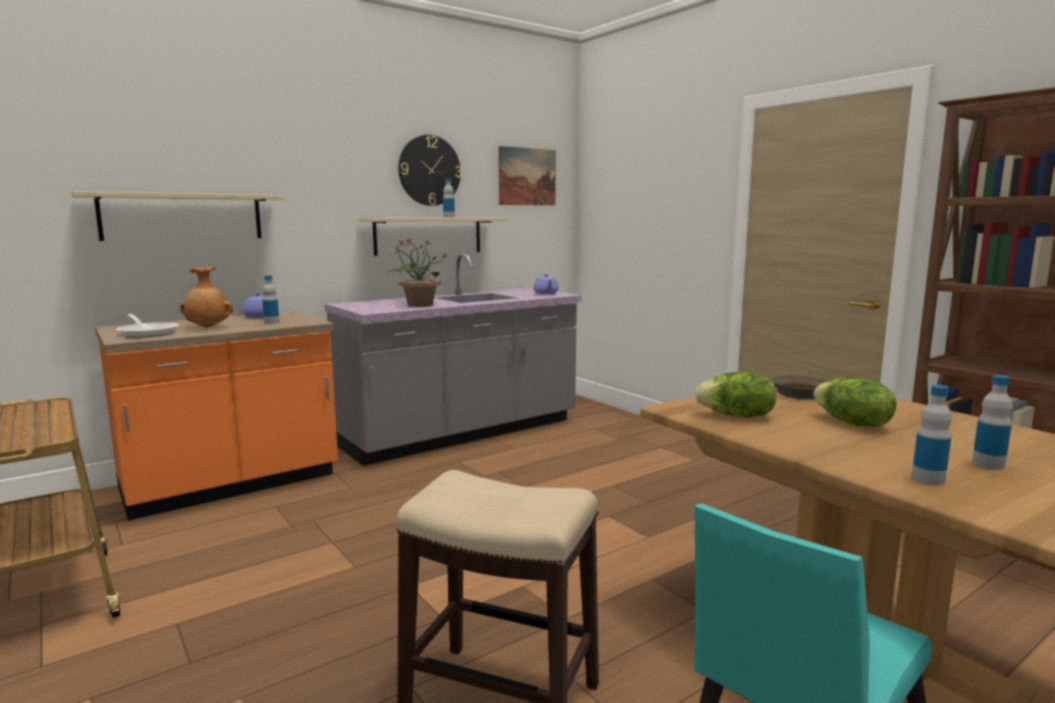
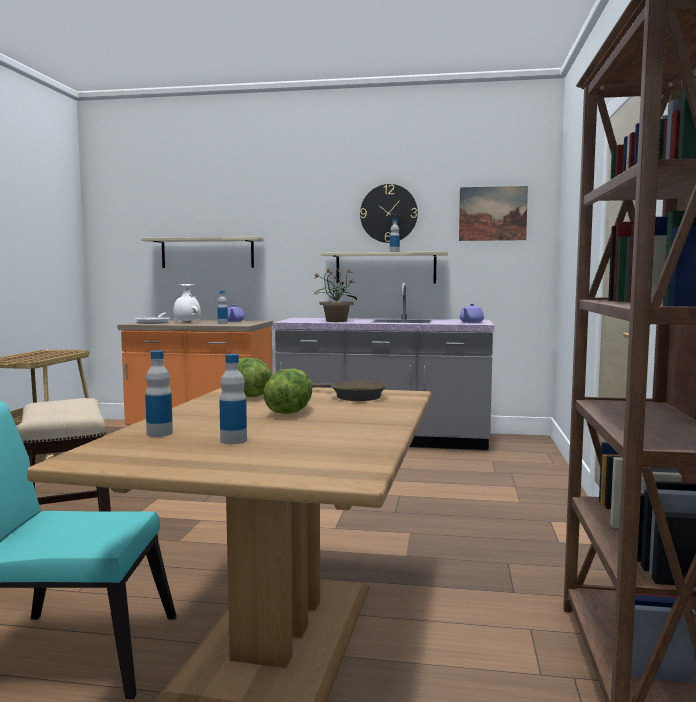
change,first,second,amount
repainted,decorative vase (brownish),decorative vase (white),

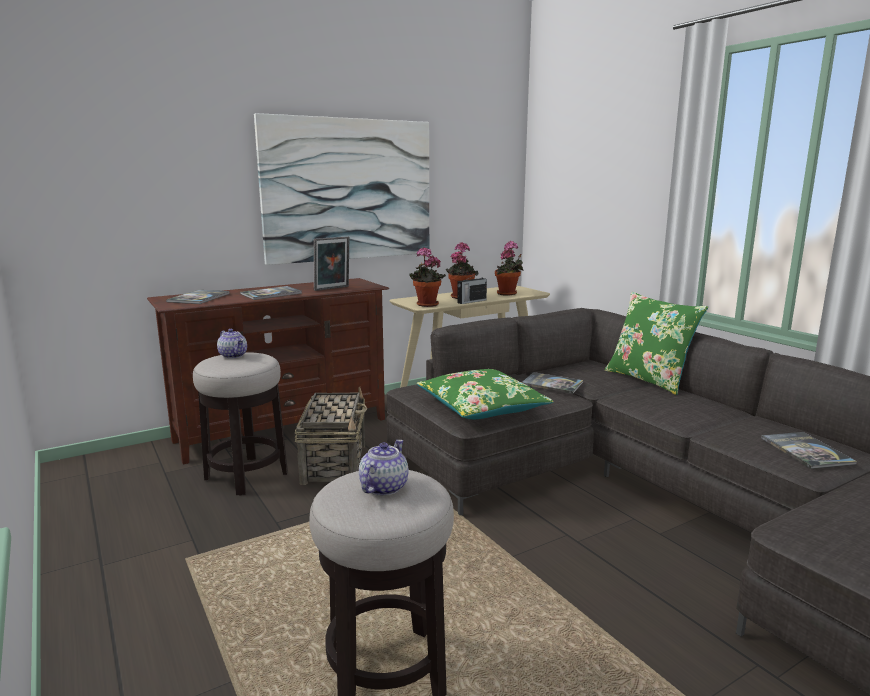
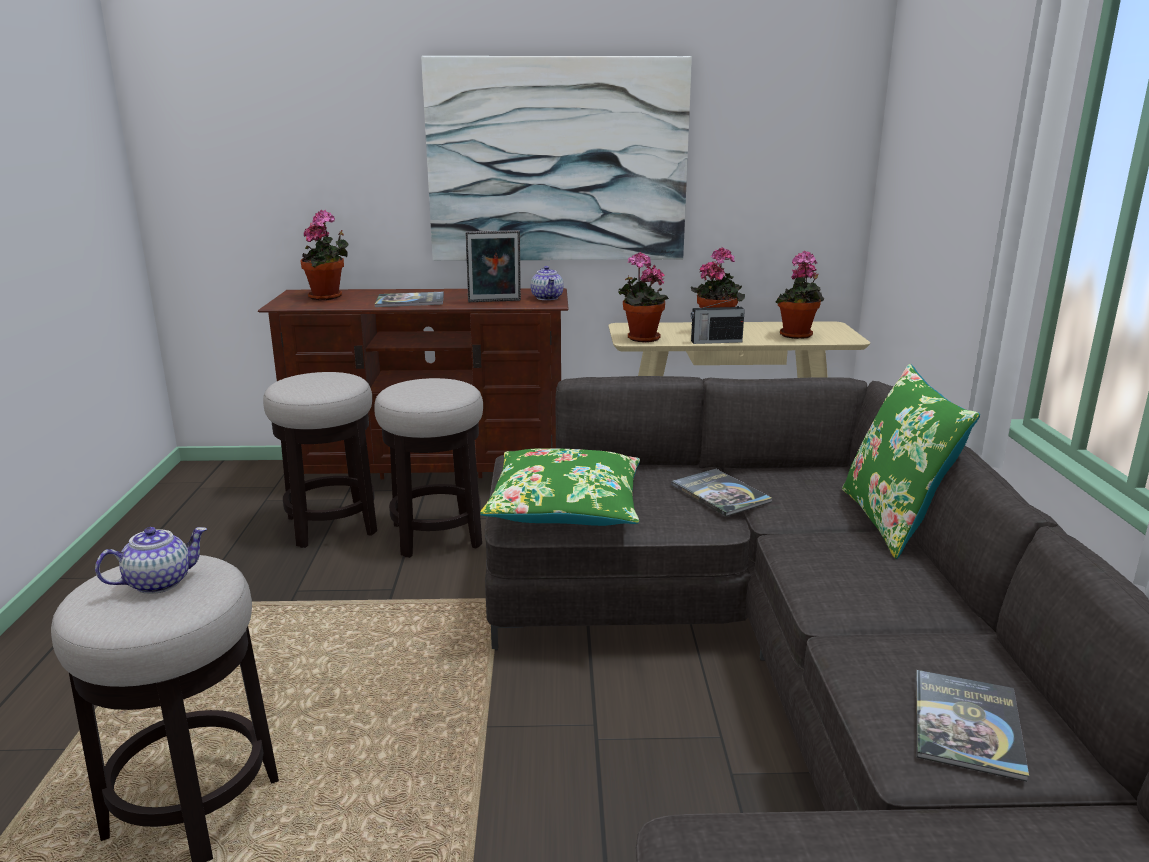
change,first,second,amount
swapped,book (no. 1 from left),plant in a pot (no. 1 from left),
shifted,tea pot (no. 1 from left in the first image),tea pot (no. 2 from left),
swapped,basket,stool seat (no. 3 from left),

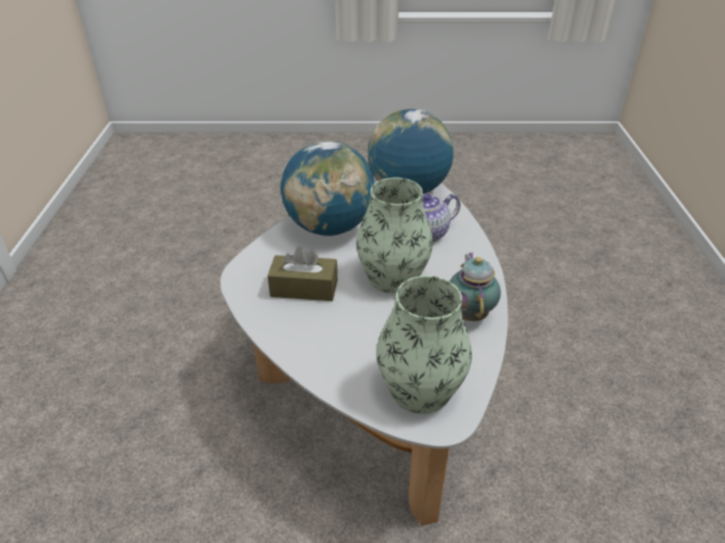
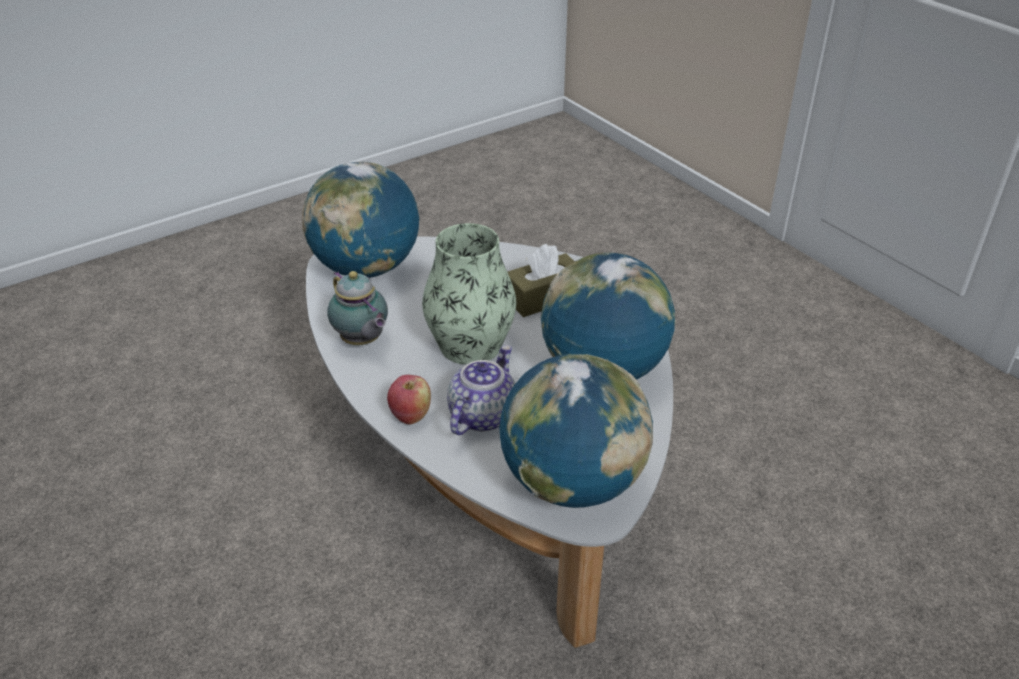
change,first,second,amount
swapped,decorative vase (no. 2 from left),globe (no. 1 from left),
new,,apple,

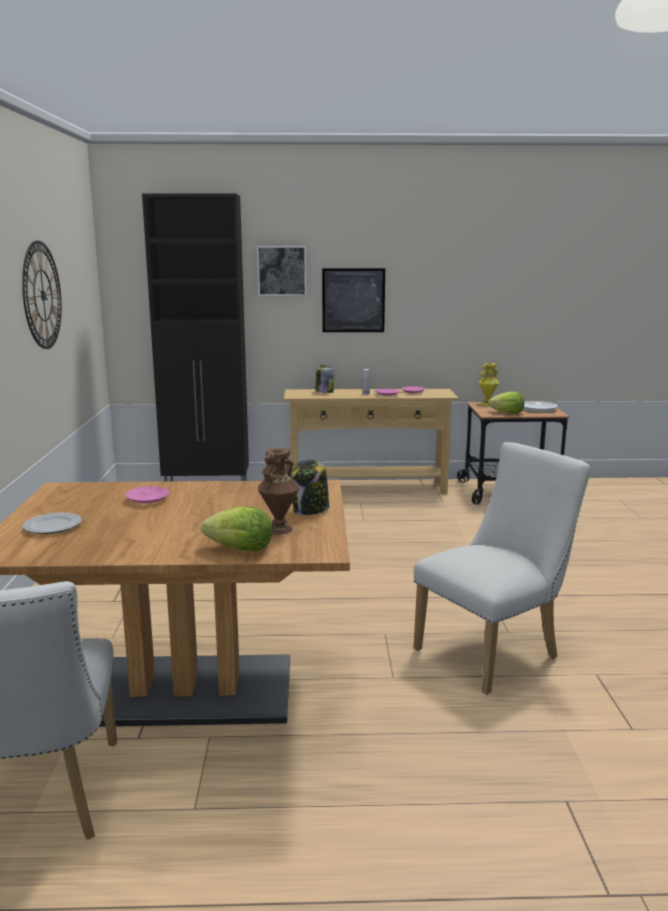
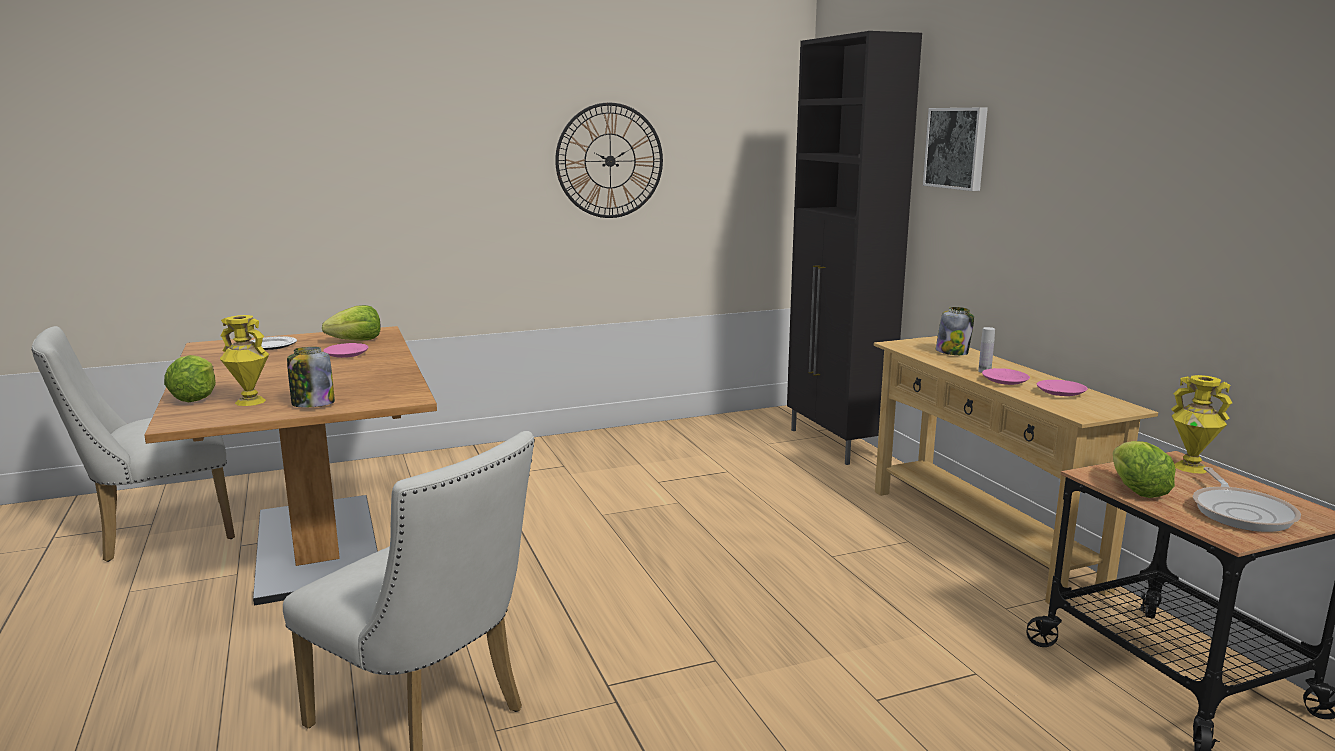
change,first,second,amount
gone,picture (no. 2 from left),,
repainted,decorative vase (brownish),decorative vase (yellowish) (no. 1 from left),
new,,lettuce (no. 2 from left),

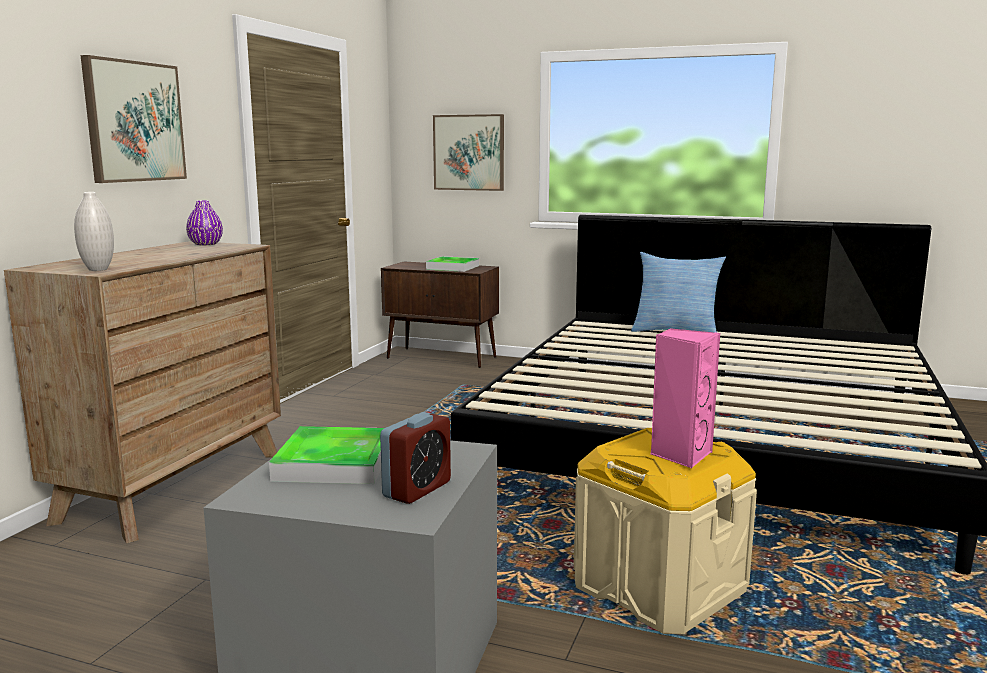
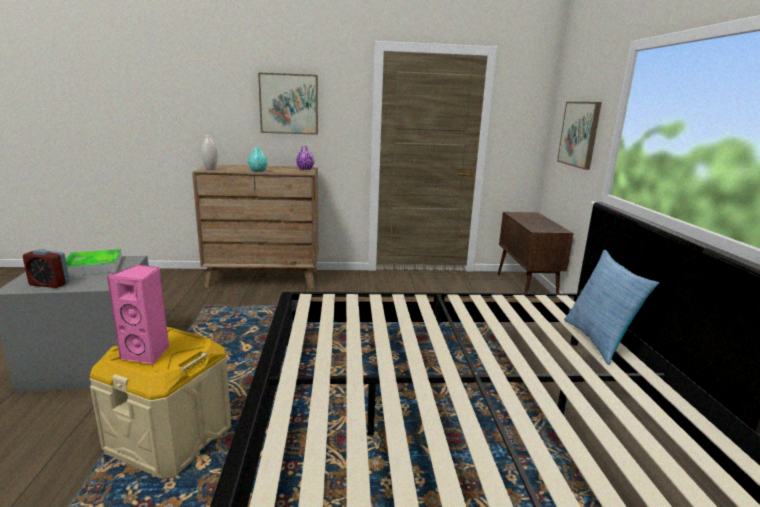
change,first,second,amount
gone,serving tray (no. 2 from left),,
new,,decorative vase (turquoise),

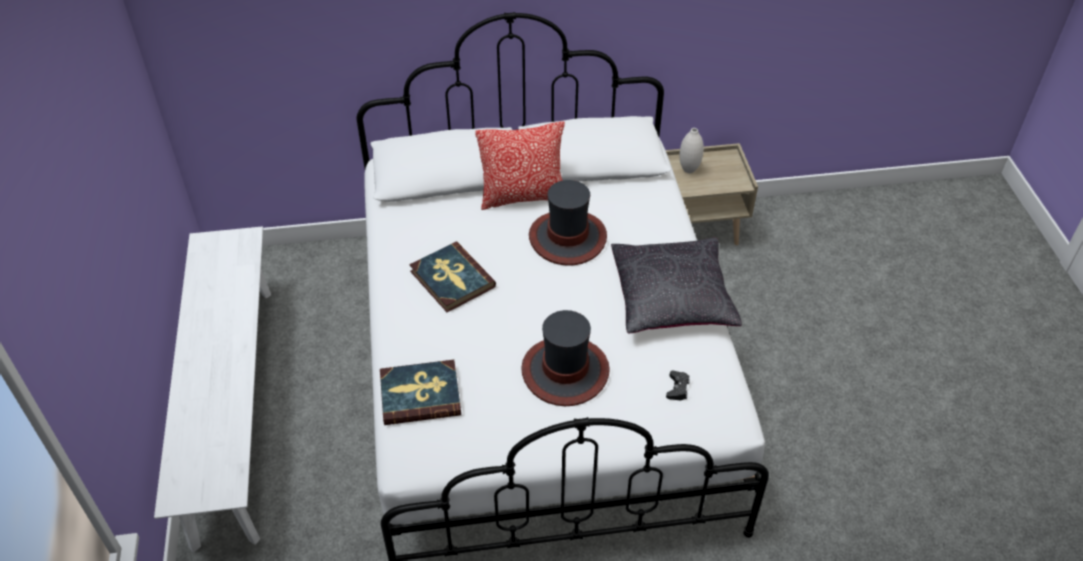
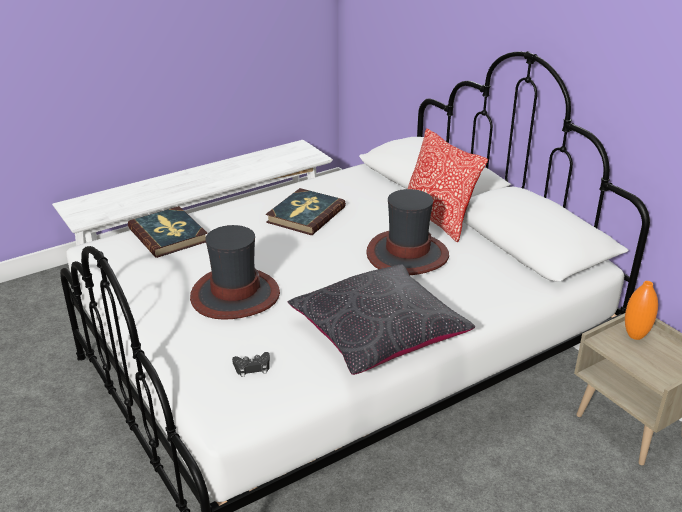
change,first,second,amount
repainted,decorative vase (white),decorative vase (orange-coloured),

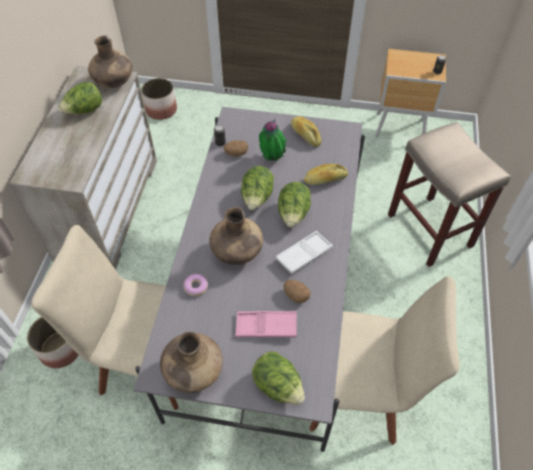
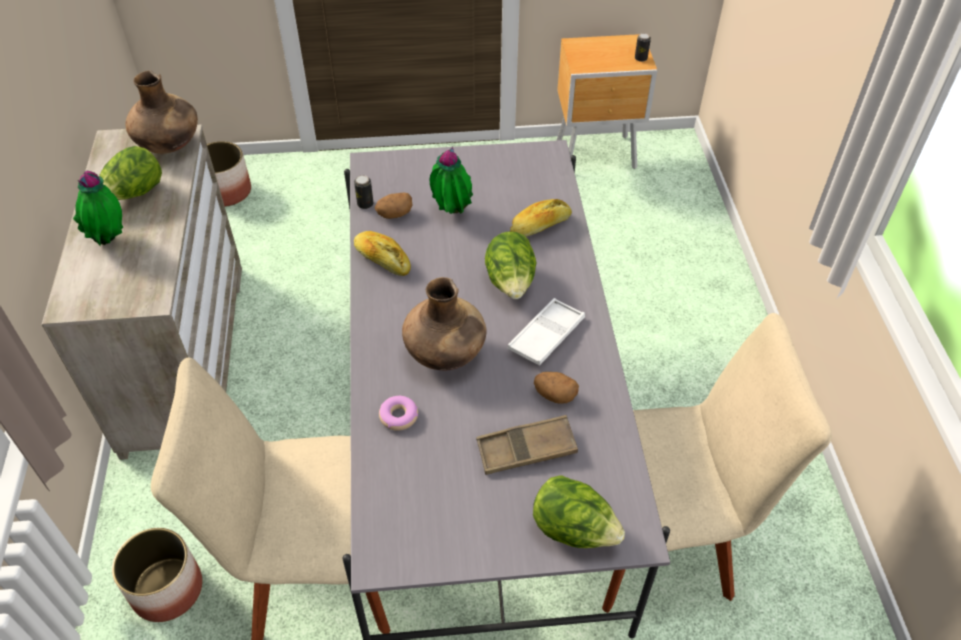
change,first,second,amount
shifted,baked bread (no. 1 from left),,
gone,stool seat (beige-coloured),,
gone,lettuce (no. 2 from left),,
repainted,serving tray (pink),serving tray (brownish),
gone,decorative vase (brownish) (no. 2 from left),,
new,,plant in a pot (no. 1 from left),

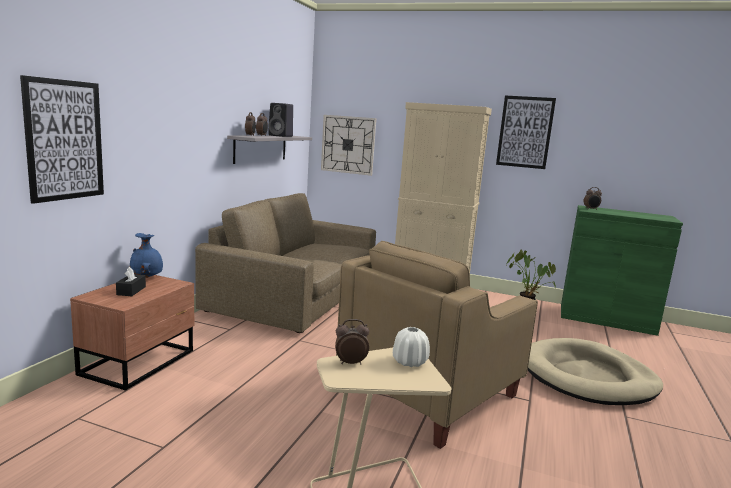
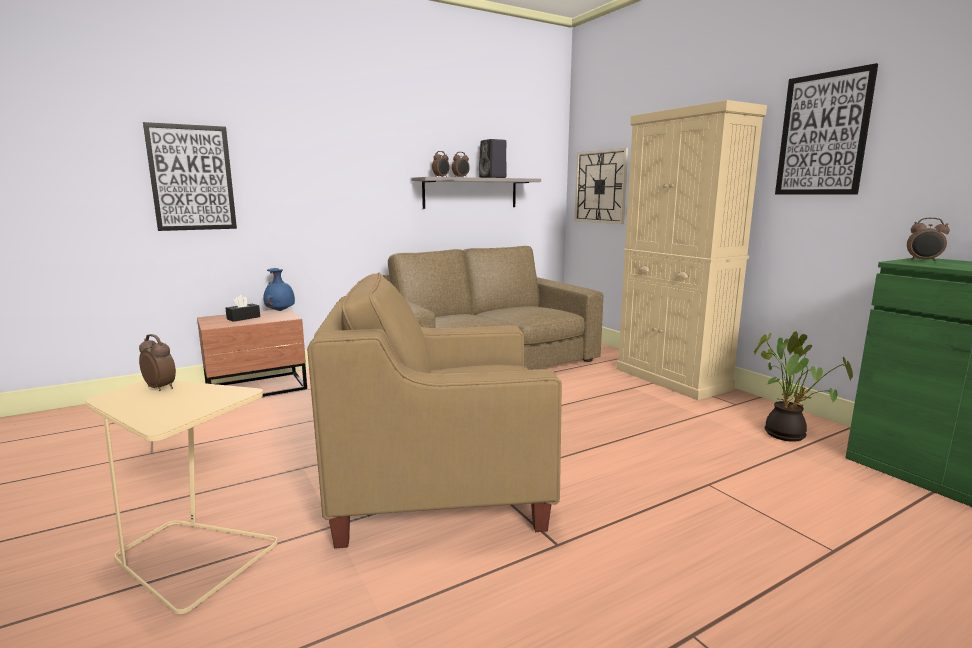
change,first,second,amount
gone,decorative vase (white),,
gone,dog bed (beige-coloured),,

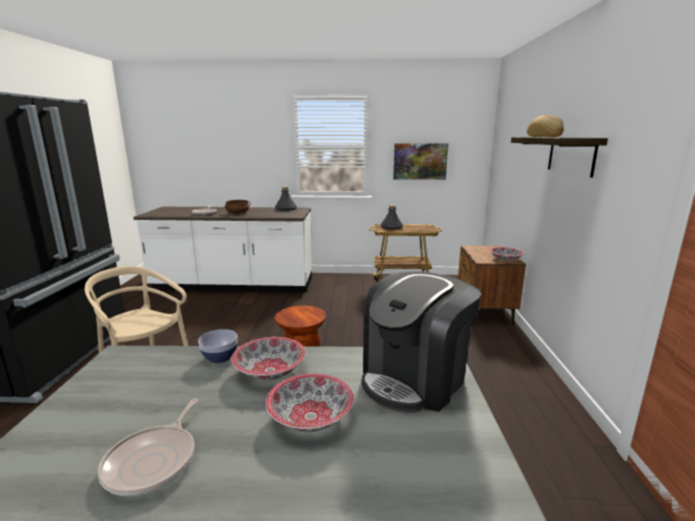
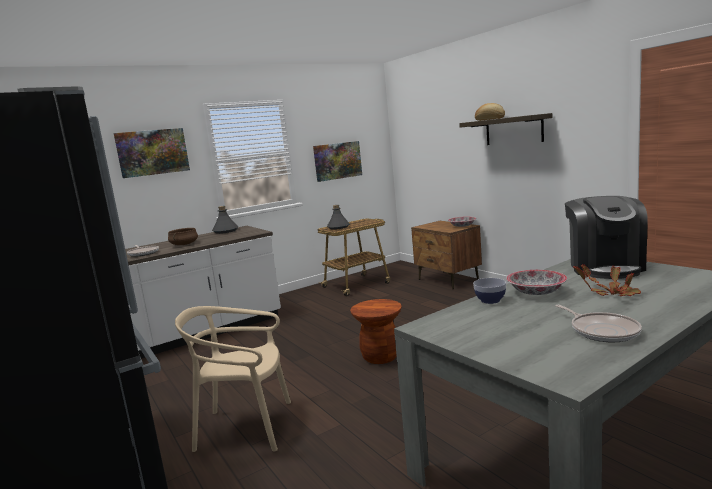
change,first,second,amount
swapped,deep dish (no. 3 from left),plant in a pot,
new,,picture (no. 1 from left),

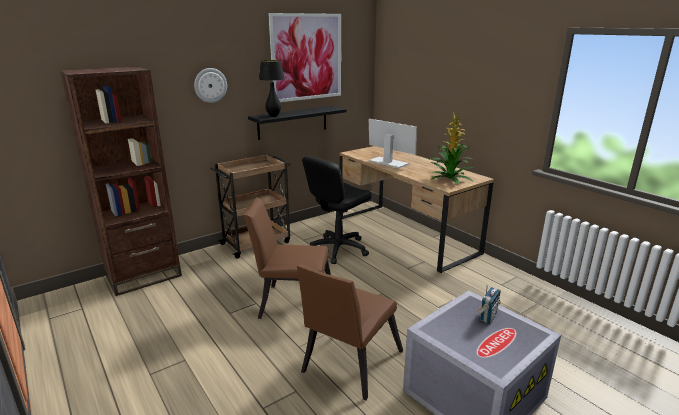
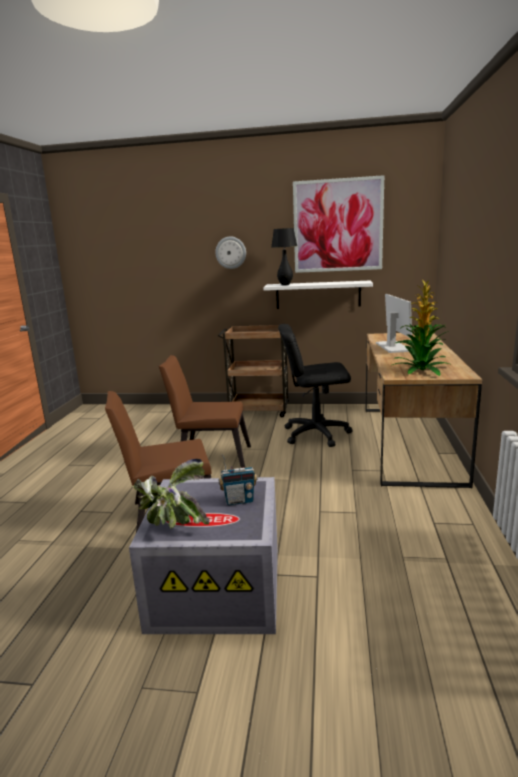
change,first,second,amount
gone,bookshelf (brownish),,
repainted,bracket shelf (black),bracket shelf (white),
rotated,upright chair (brownish) (no. 1 from left in the first image),upright chair (brownish) (no. 2 from left),45 degrees counterclockwise
new,,plant in a pot (no. 1 from left),

